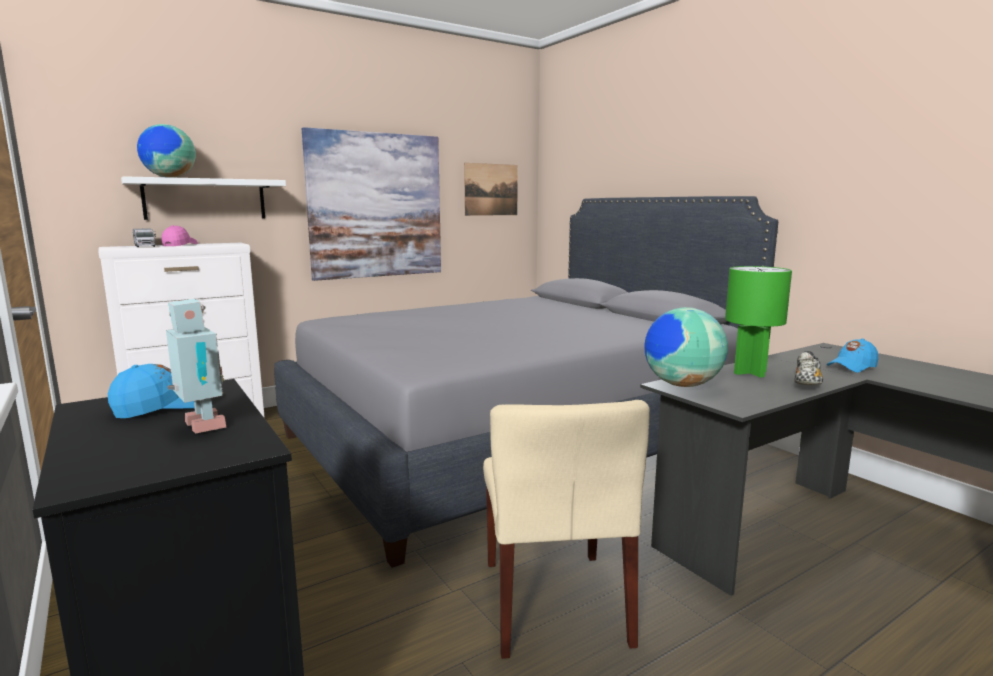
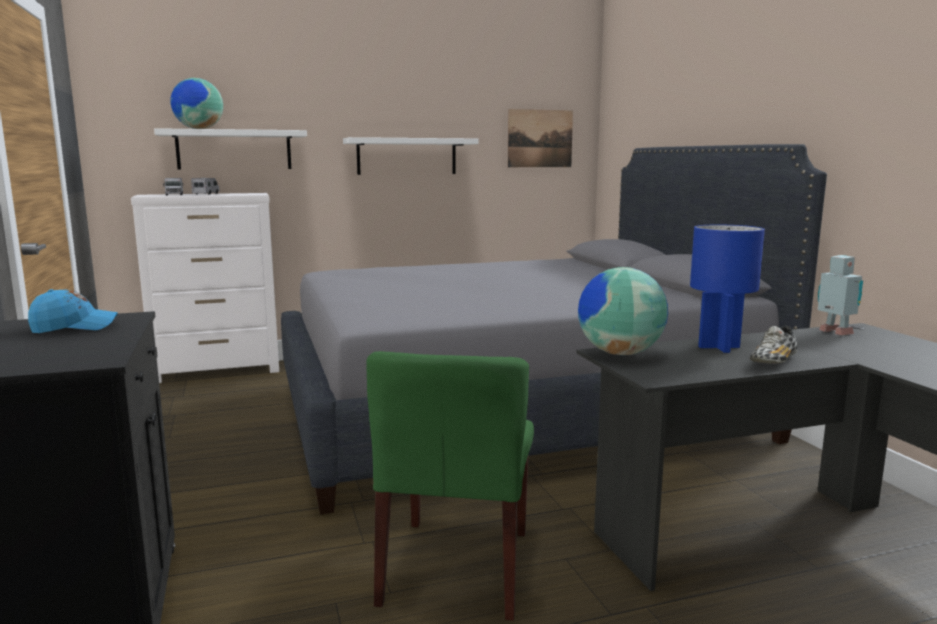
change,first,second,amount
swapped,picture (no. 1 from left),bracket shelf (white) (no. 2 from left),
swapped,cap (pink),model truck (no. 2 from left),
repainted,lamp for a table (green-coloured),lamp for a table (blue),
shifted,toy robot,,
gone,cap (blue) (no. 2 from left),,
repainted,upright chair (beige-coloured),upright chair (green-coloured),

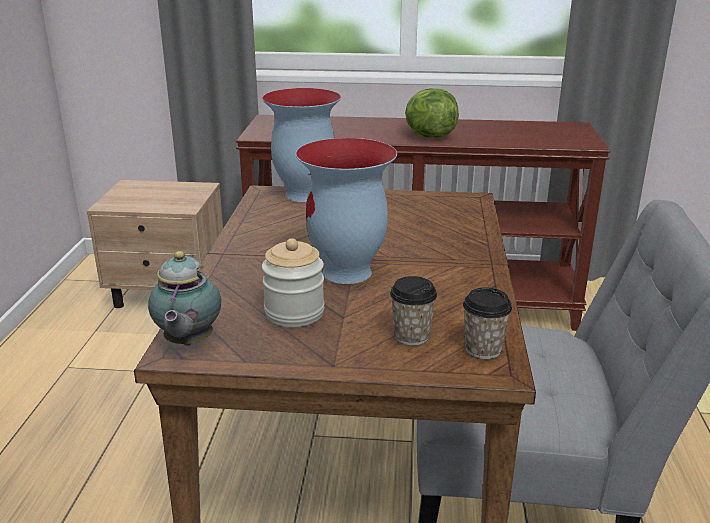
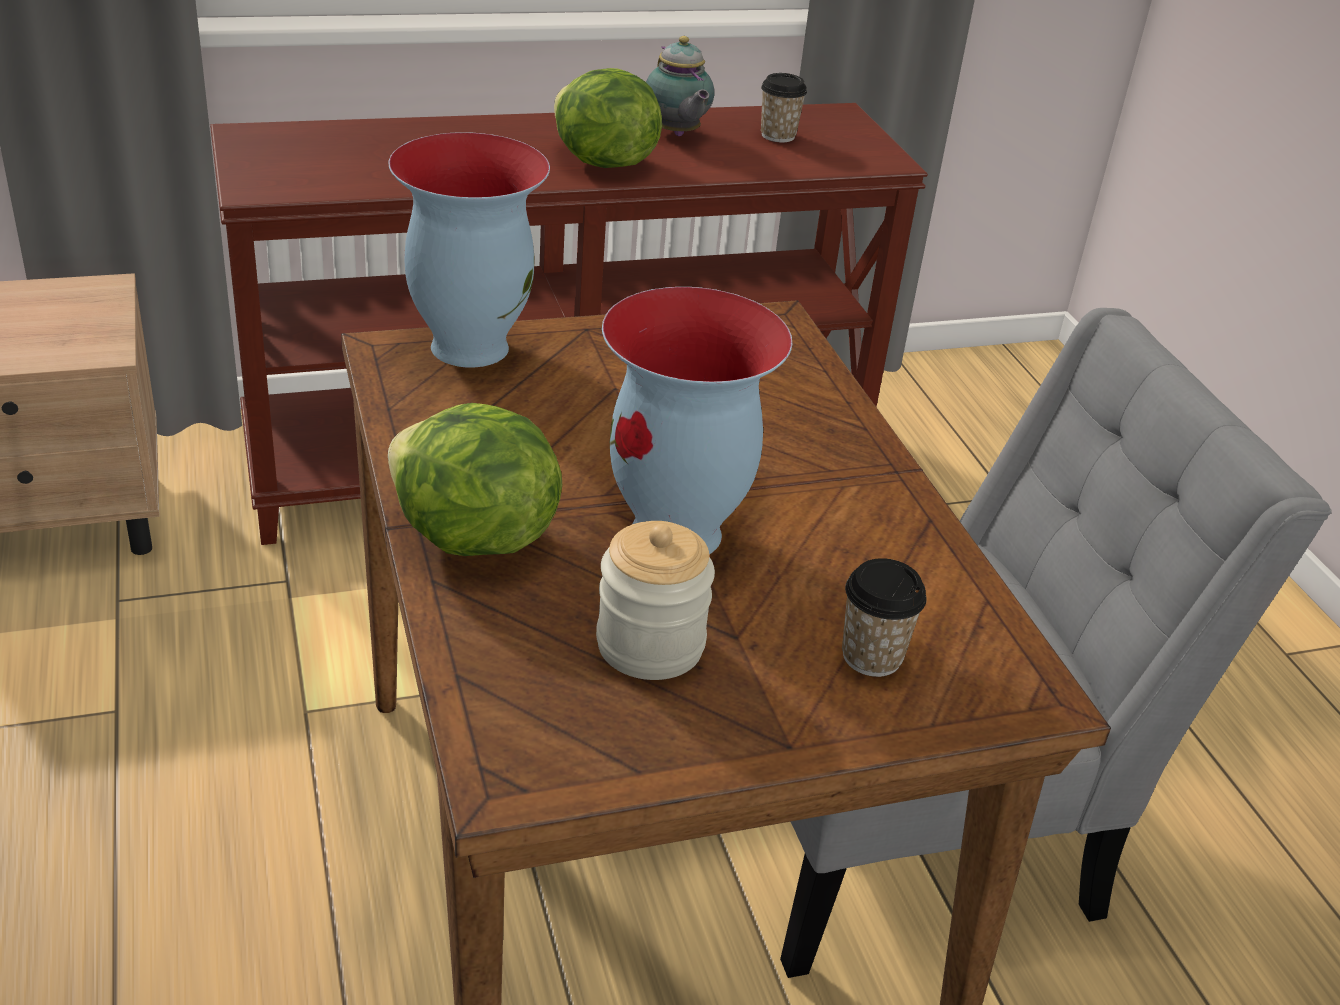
change,first,second,amount
shifted,tea pot,,
shifted,small cup (no. 2 from left in the first image),small cup (no. 1 from left),
new,,lettuce (no. 1 from left),

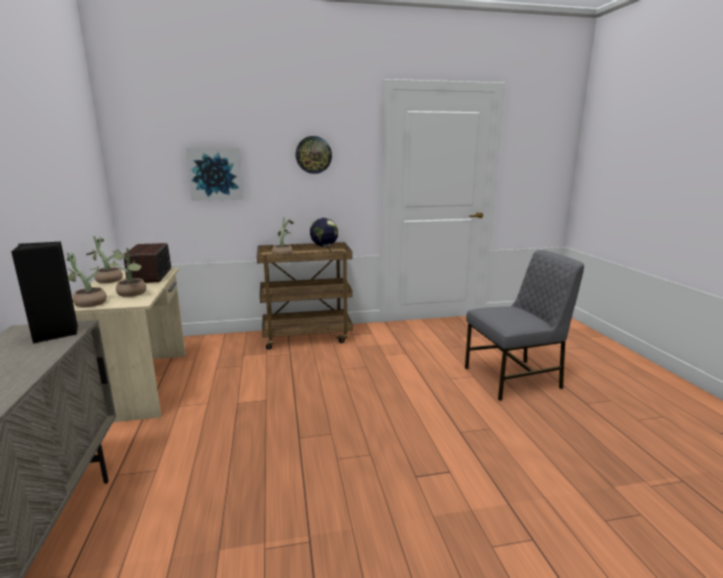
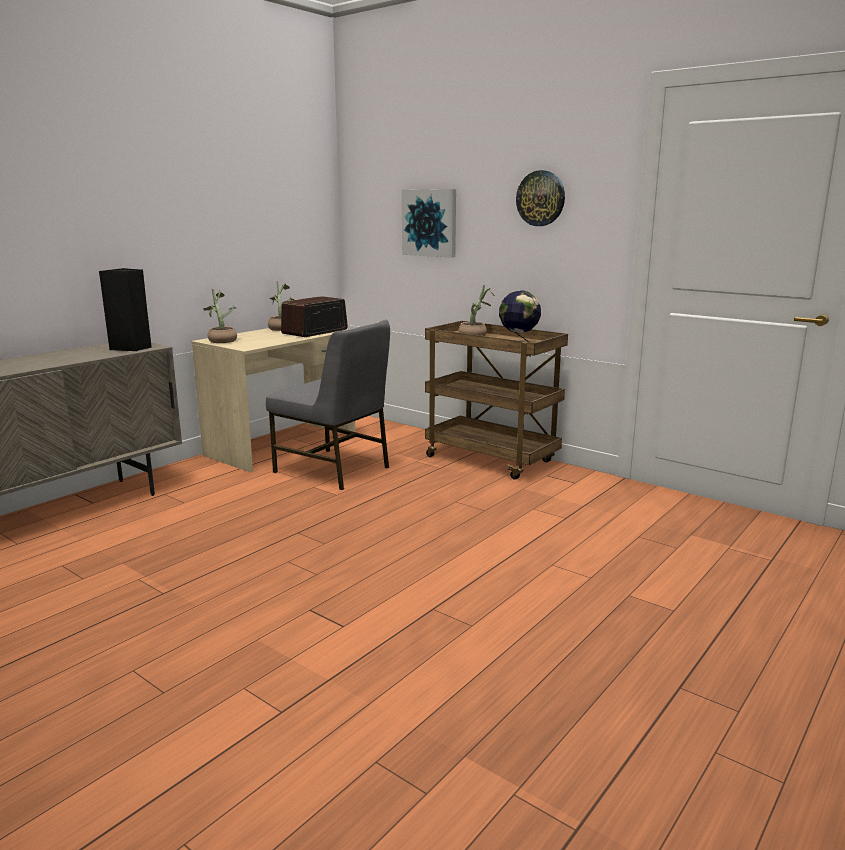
change,first,second,amount
gone,plant in a pot (no. 3 from left),,
shifted,upright chair (grey),,

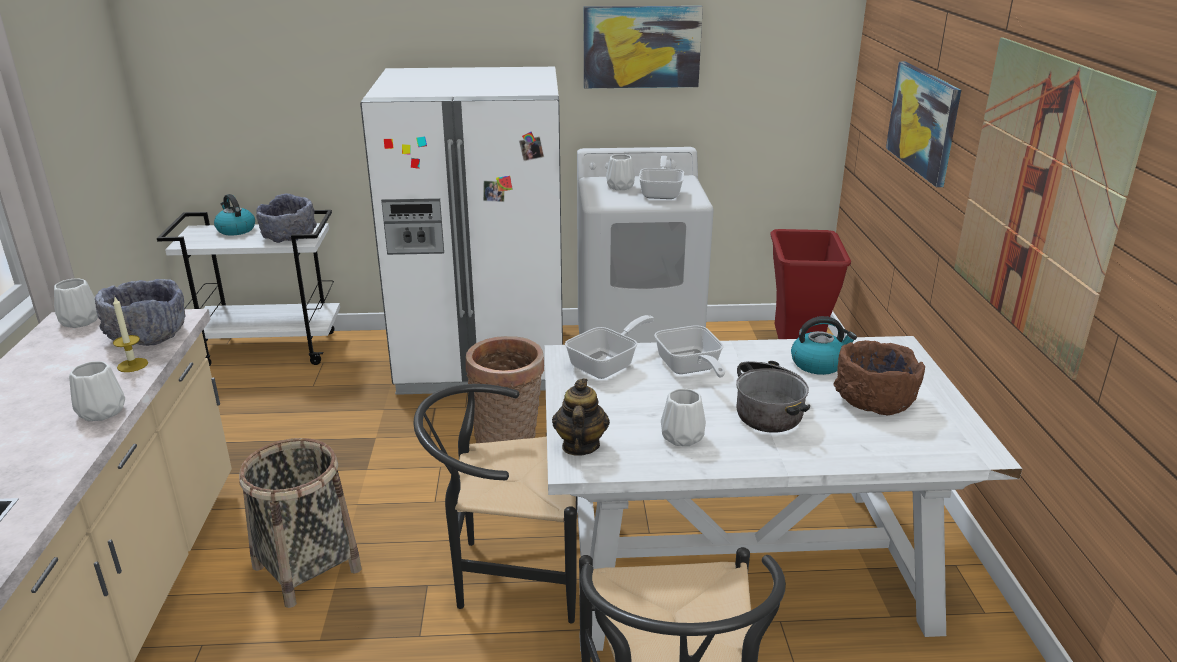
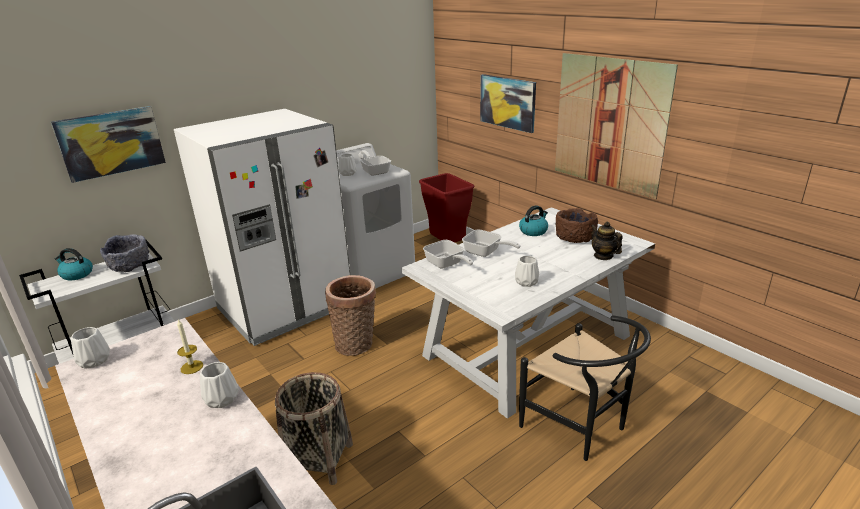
change,first,second,amount
shifted,picture (no. 1 from left),,
gone,deep dish (grey) (no. 1 from left),,
rotated,frying pan (no. 1 from left in the first image),frying pan (no. 2 from left),135 degrees clockwise
gone,stockpot,,
shifted,tea pot,,
gone,upright chair (black) (no. 1 from left),,

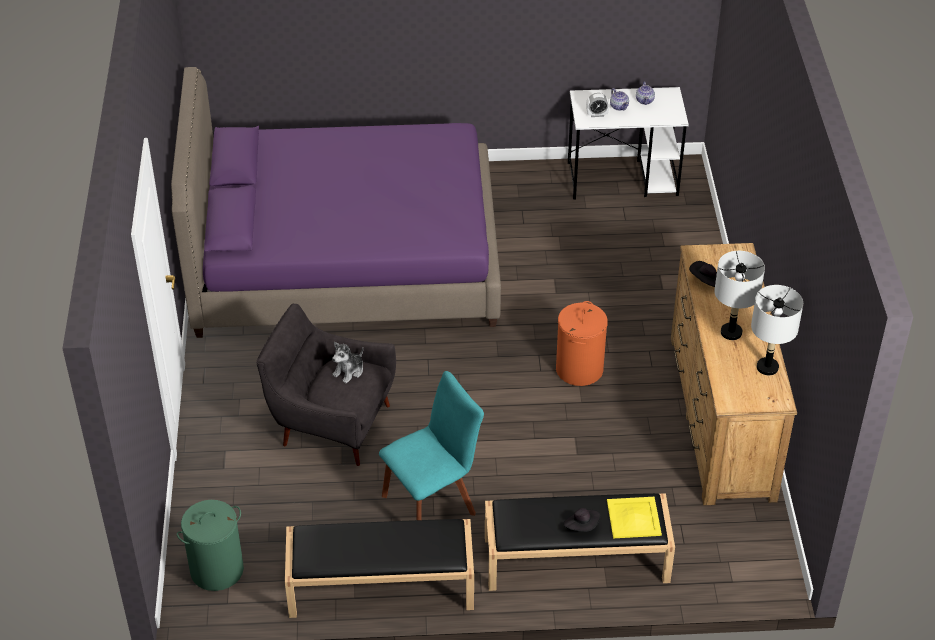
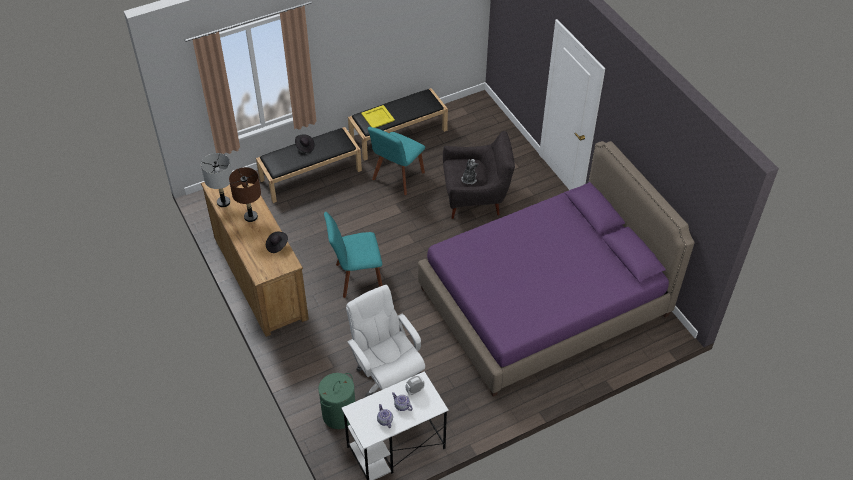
change,first,second,amount
repainted,lamp for a table (grey) (no. 1 from left),lamp for a table (brownish),
swapped,hamper (orange-coloured),upright chair (turquoise) (no. 1 from left),
shifted,serving tray (yellowish),,
shifted,hamper (green-coloured),,
new,,desk chair (white),

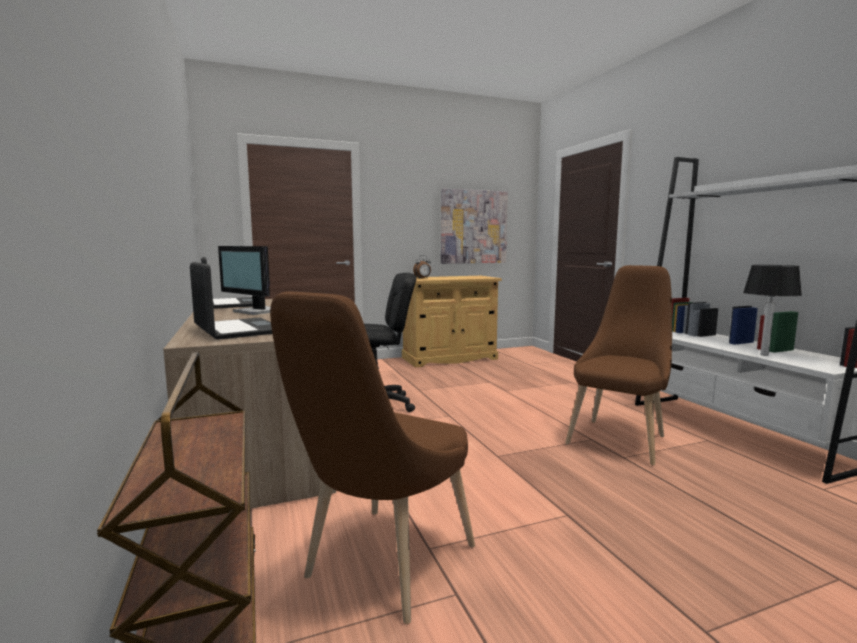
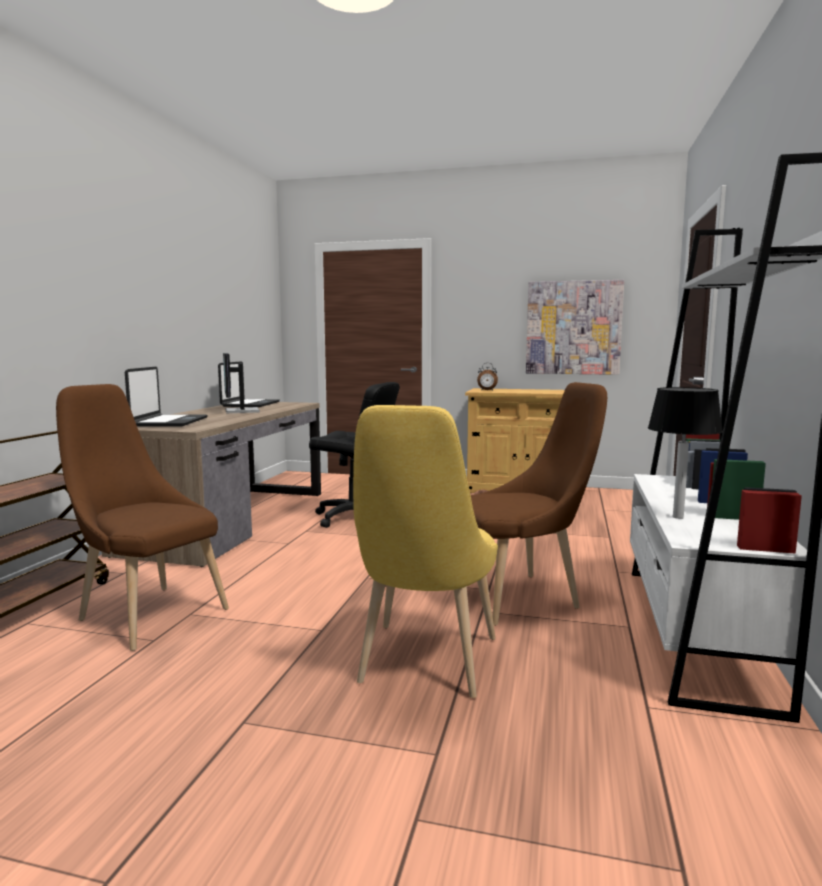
change,first,second,amount
rotated,upright chair (brownish) (no. 1 from left),,60 degrees clockwise
new,,upright chair (yellowish),

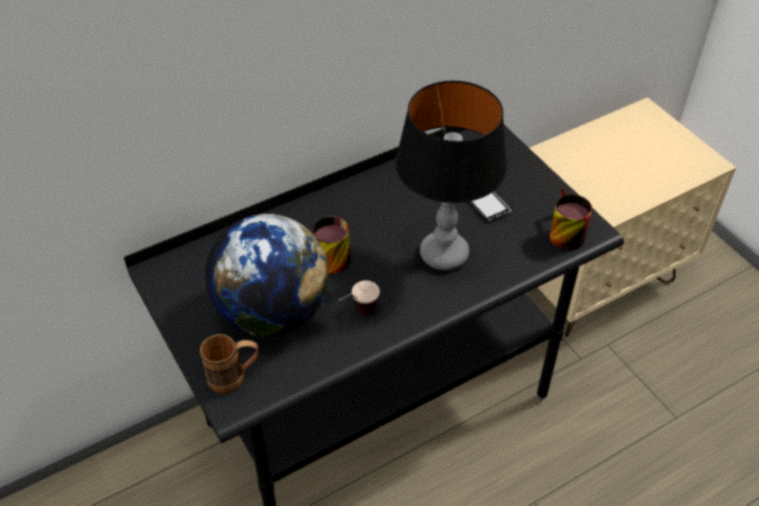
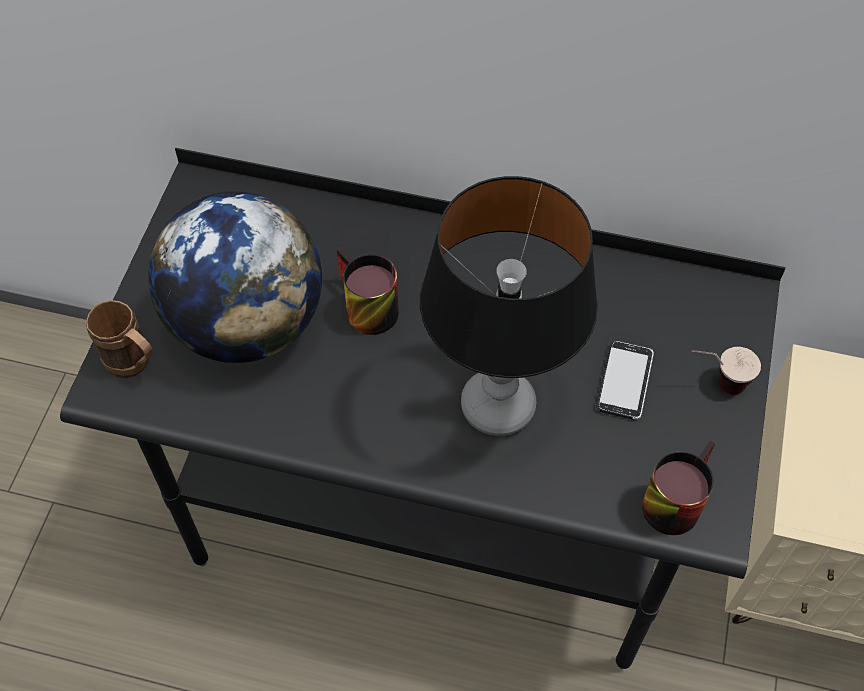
change,first,second,amount
shifted,small cup,,

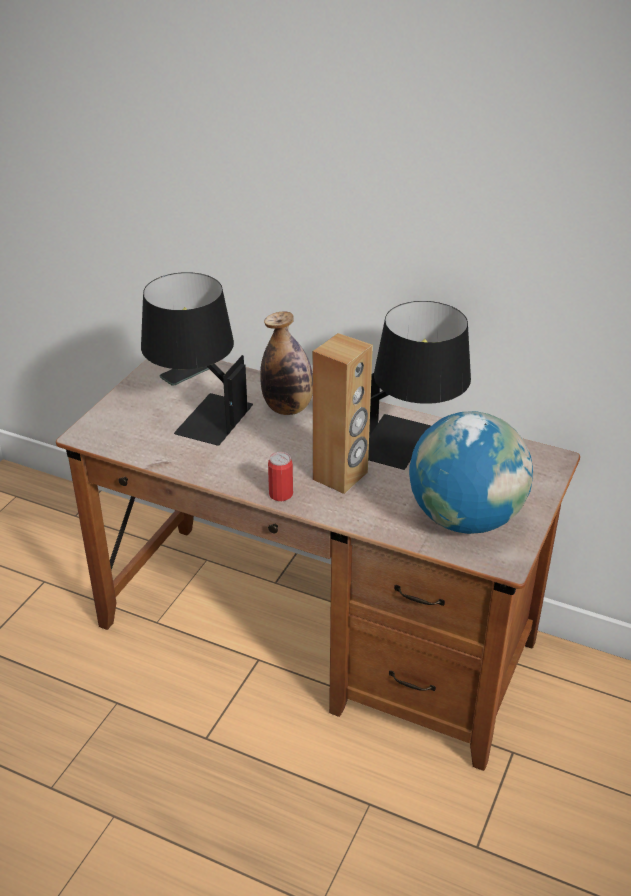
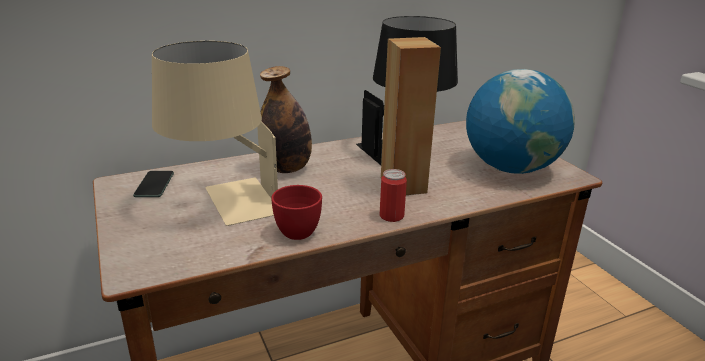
change,first,second,amount
repainted,lamp for a table (black) (no. 1 from left),lamp for a table (beige-coloured),
new,,small cup (red),

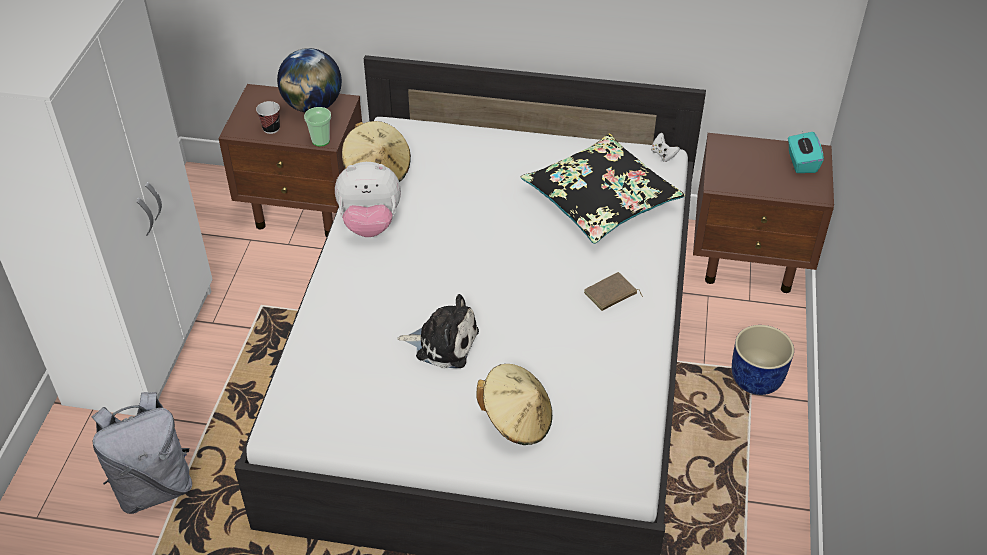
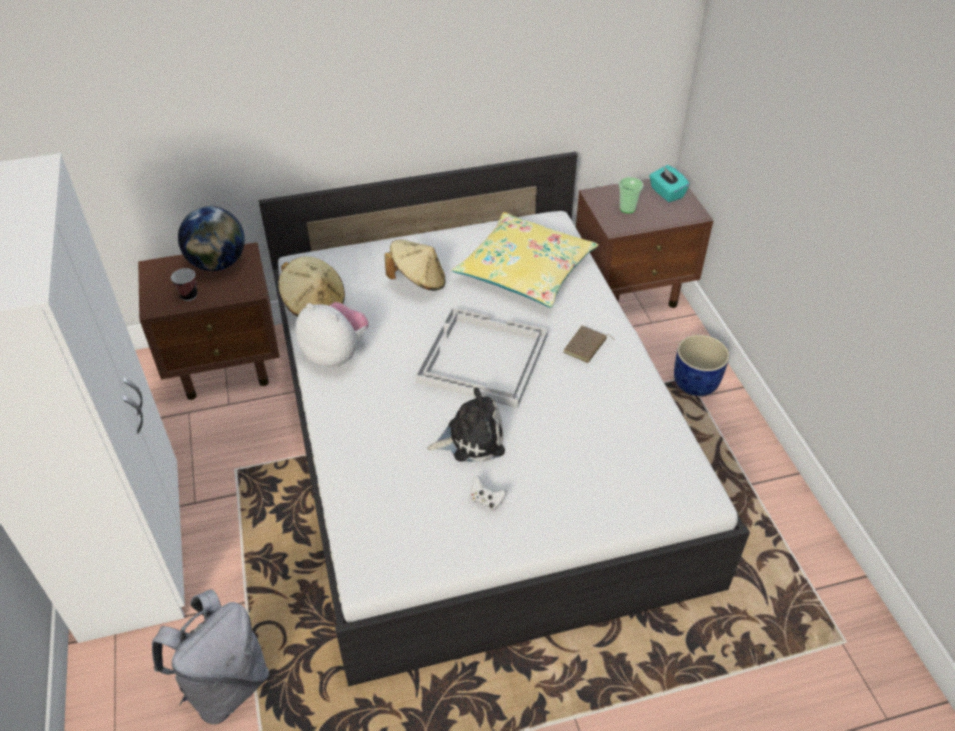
change,first,second,amount
shifted,small cup (no. 2 from left),,
shifted,gamepad (white),,
repainted,cushion (black),cushion (yellowish),
rotated,soft toy (no. 1 from left),,120 degrees counterclockwise
shifted,wearable hat (beige-coloured) (no. 2 from left),,
new,,serving tray (white),

